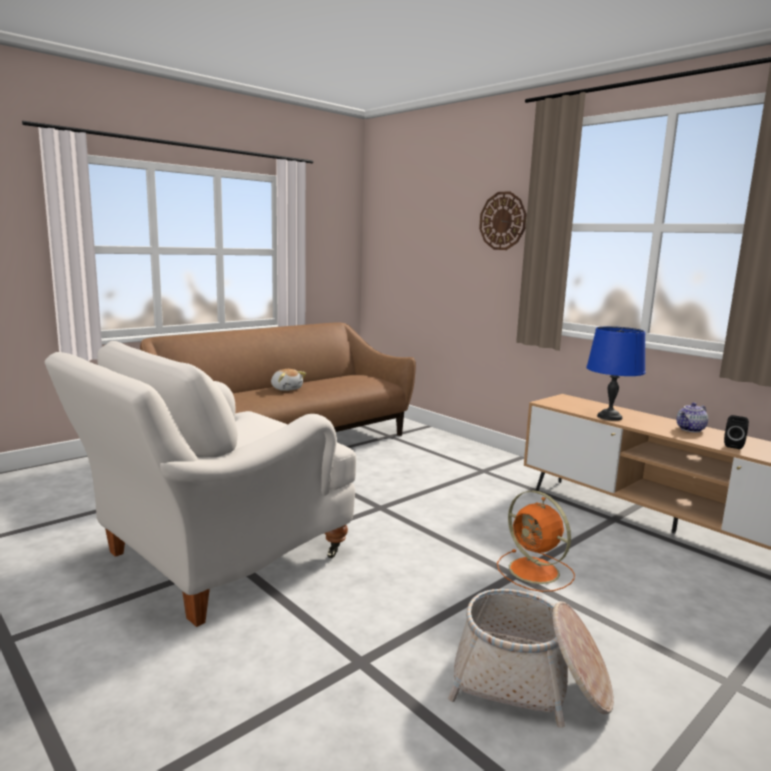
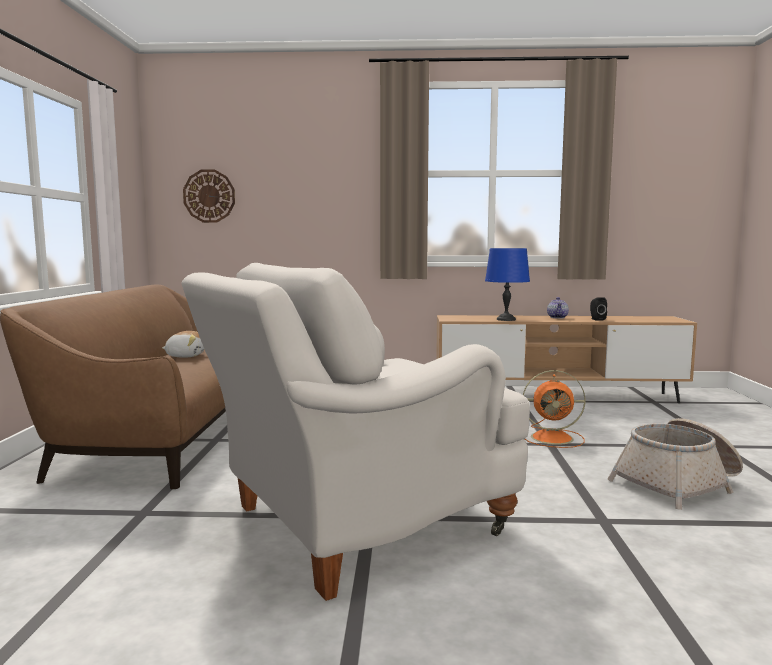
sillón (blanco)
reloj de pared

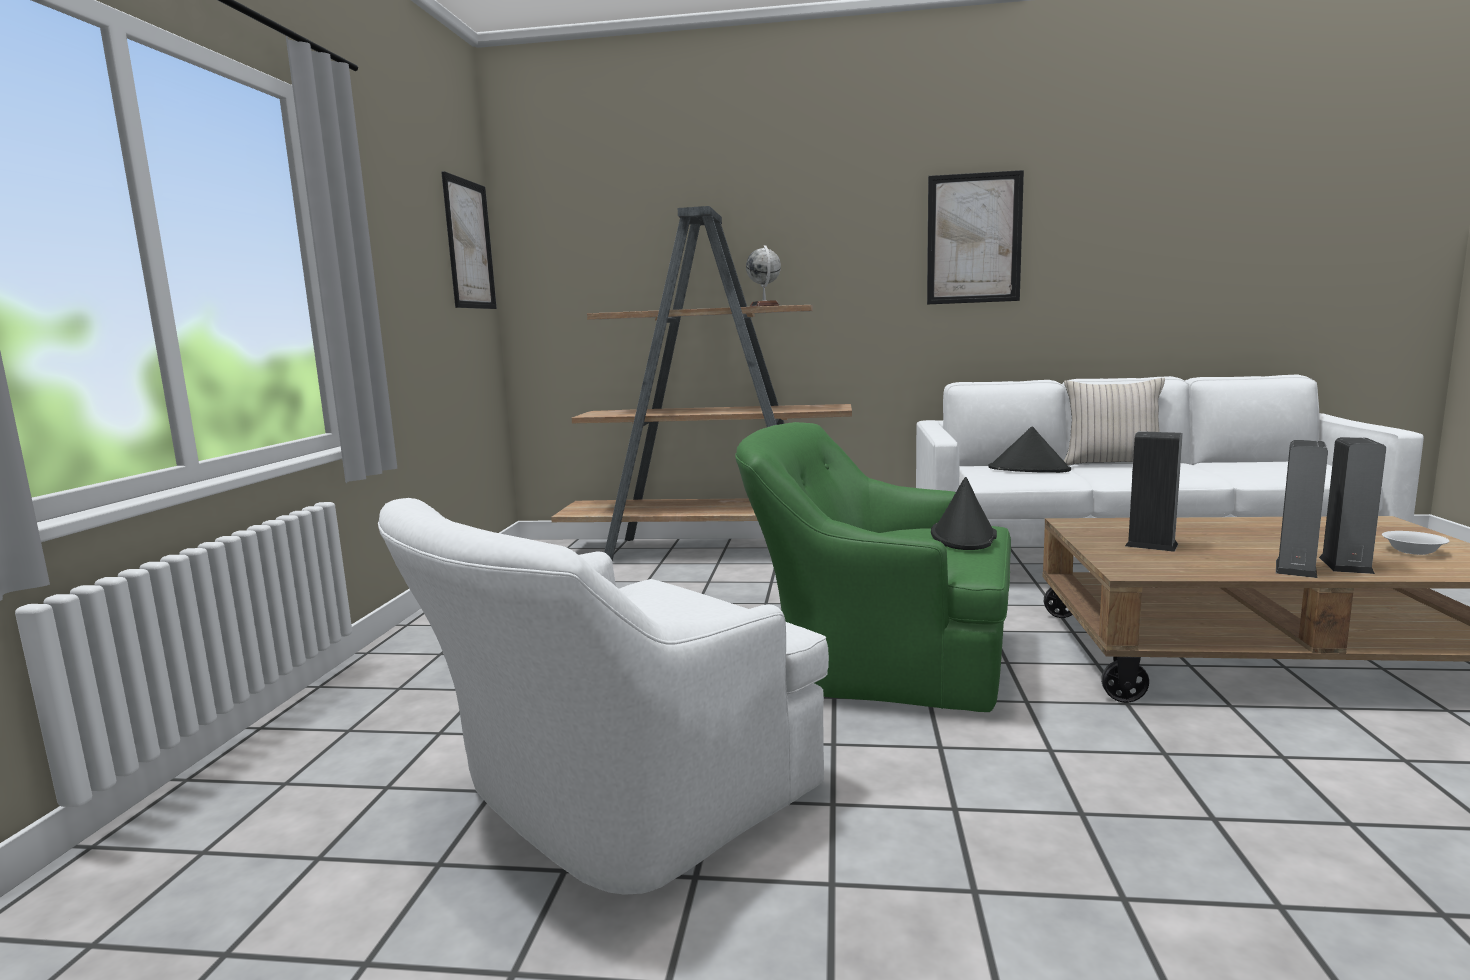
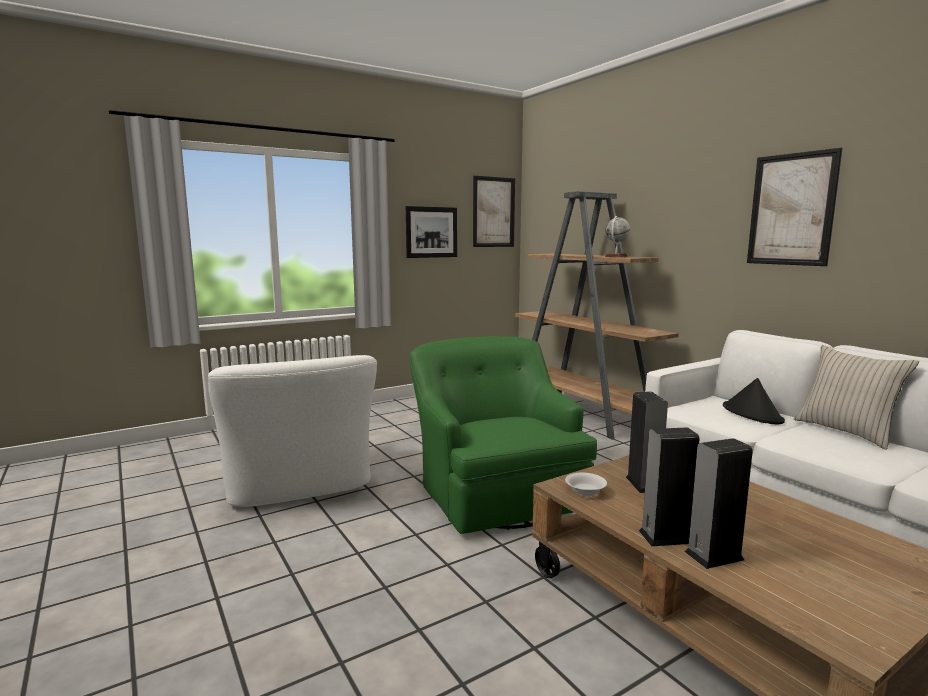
sillón (blanco)
sombrero (negro) (1st from left in the first image)
cuenco (blanco)
cuadro (1st from left)

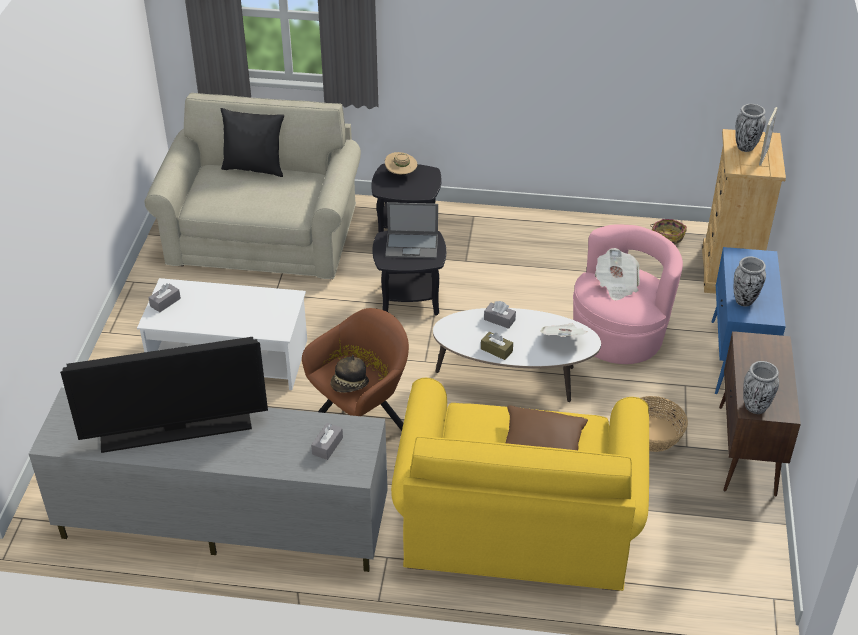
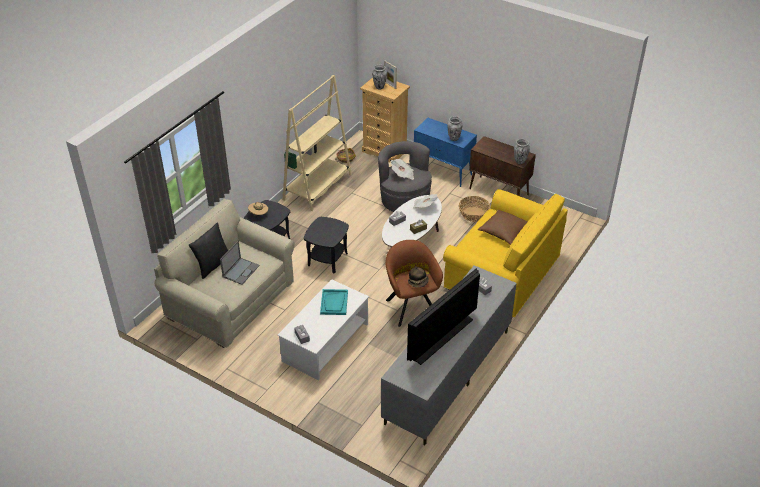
televisor
portátil
sillón (gris)
estantería (beis)
bandeja (turquesa)

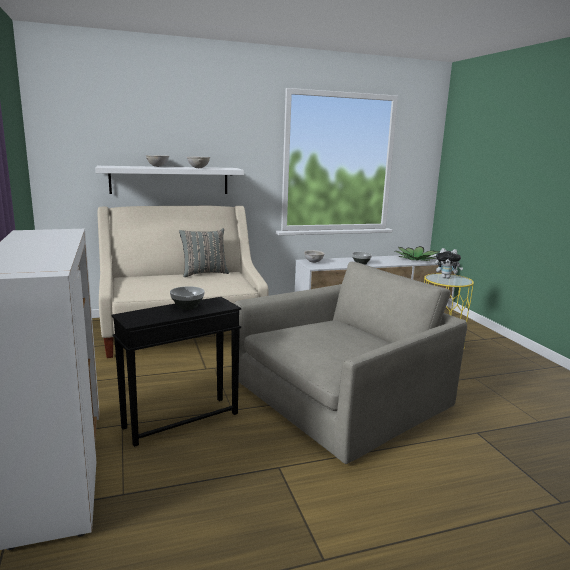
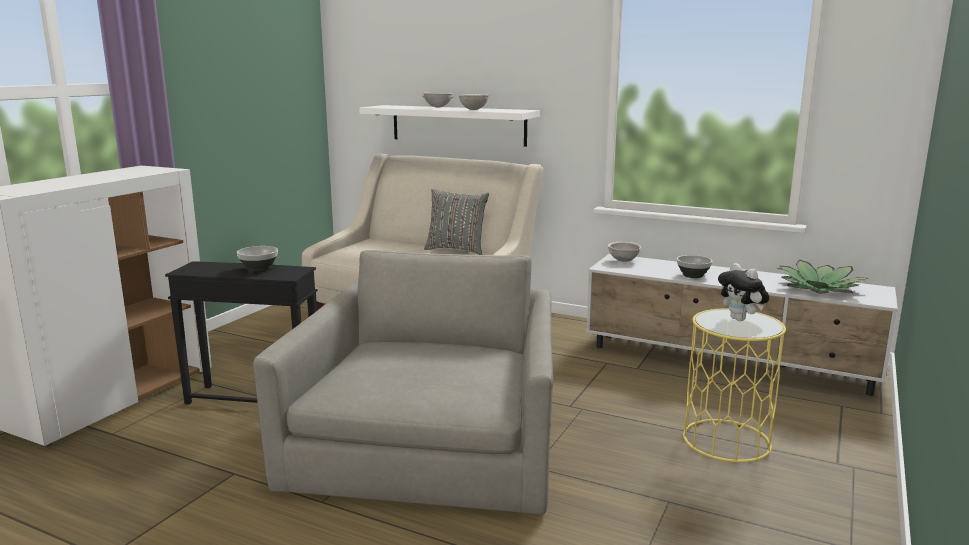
sillón (gris)

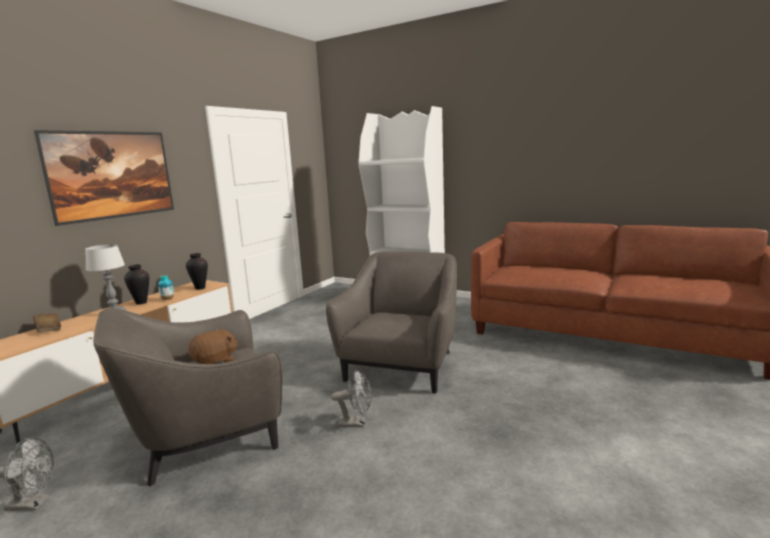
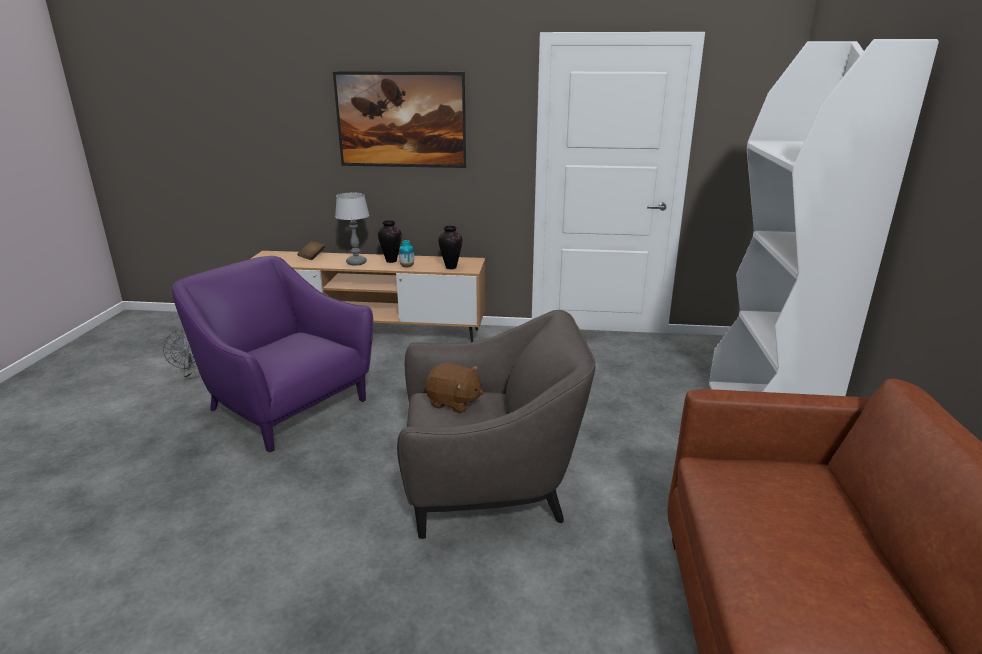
sillón (morado)
peluche (marrón)
ventilador (gris) (2nd from left in the first image)

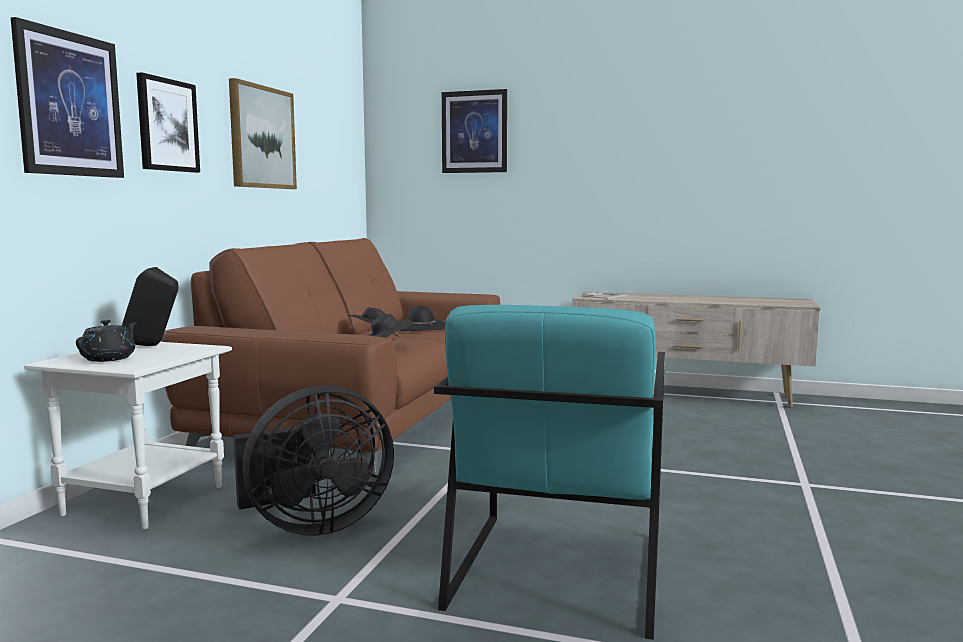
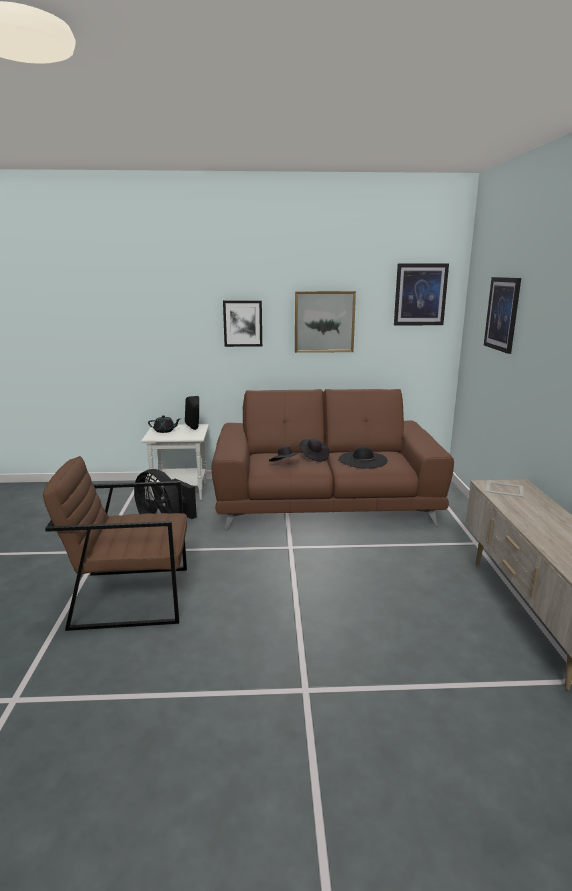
cuadro (3rd from left)
sillón (marrón)

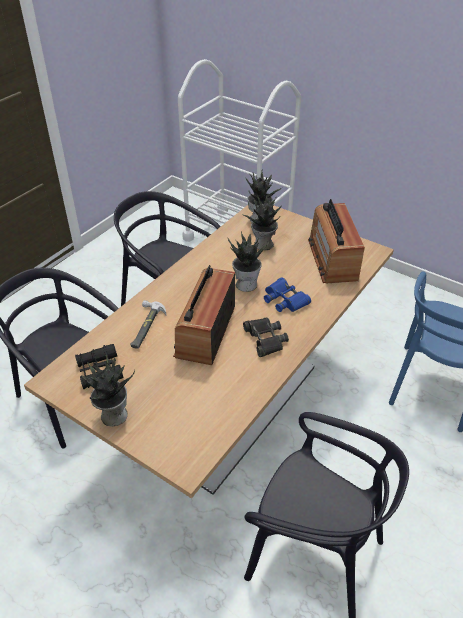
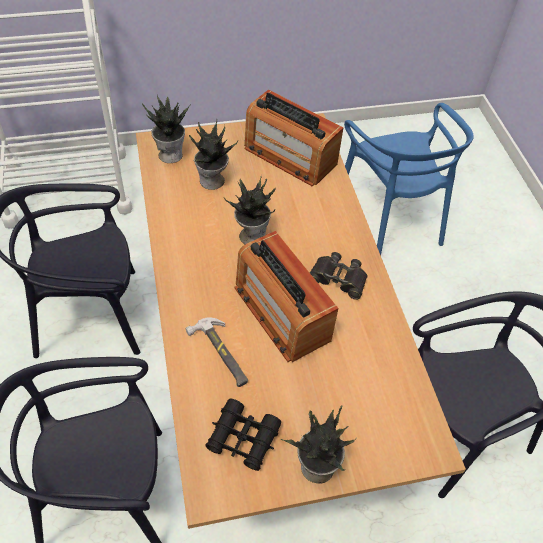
prismáticos (azul)

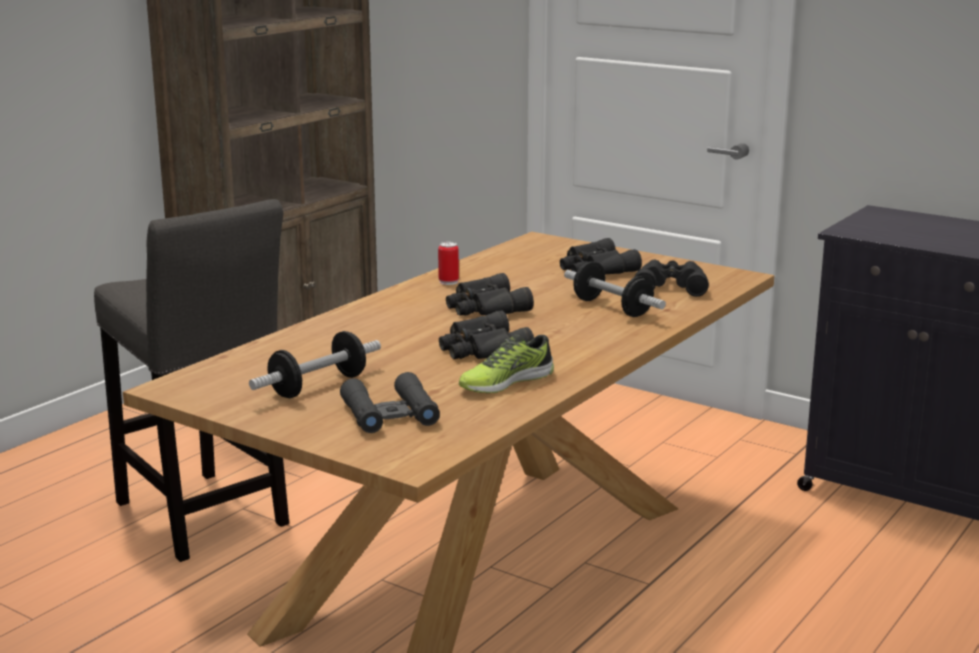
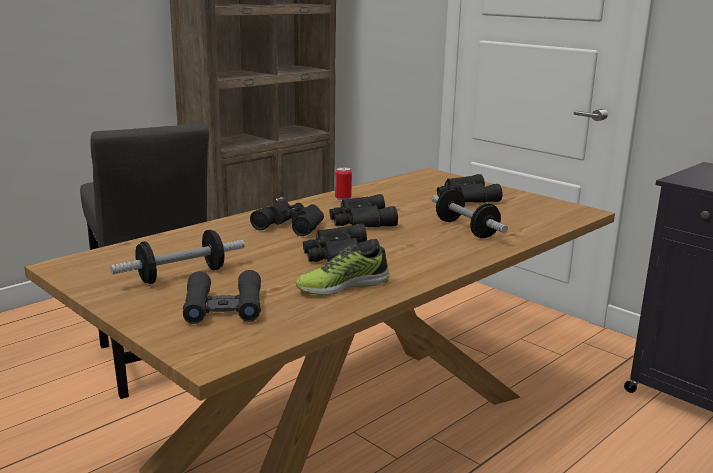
prismáticos (negro) (2nd from left)

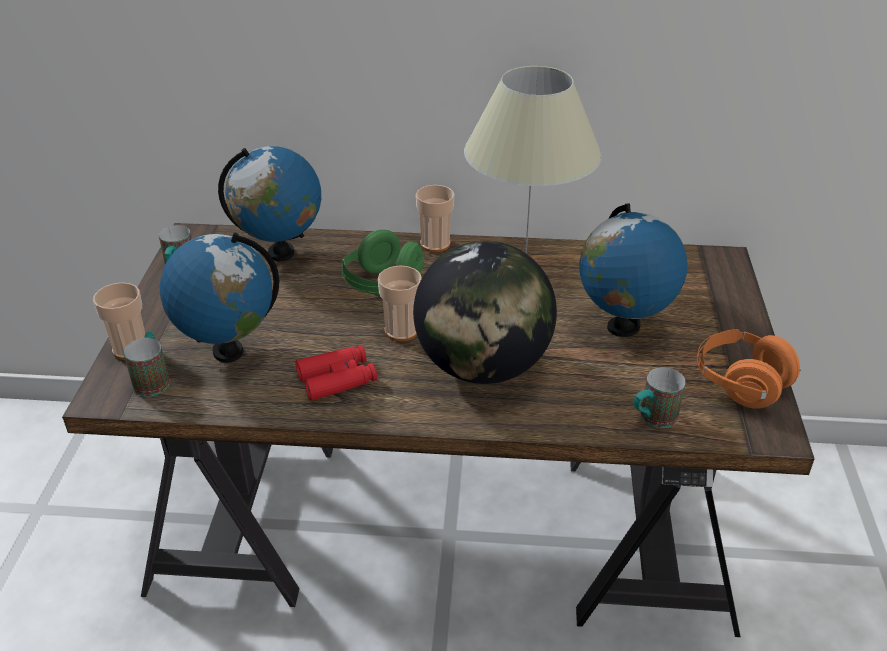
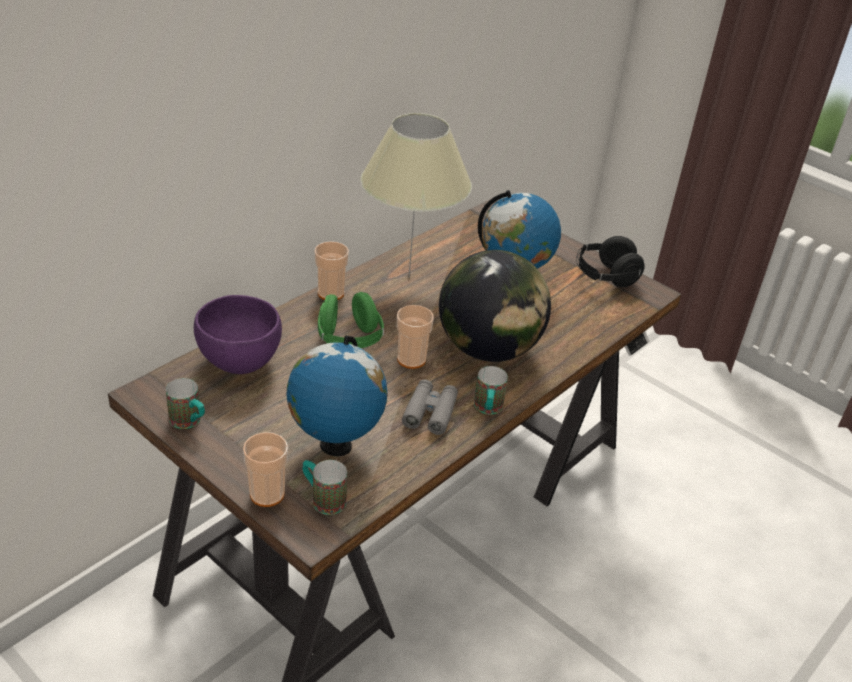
cuenco (morado)
prismáticos (gris)
taza grande (3rd from left)
auriculares (negro)

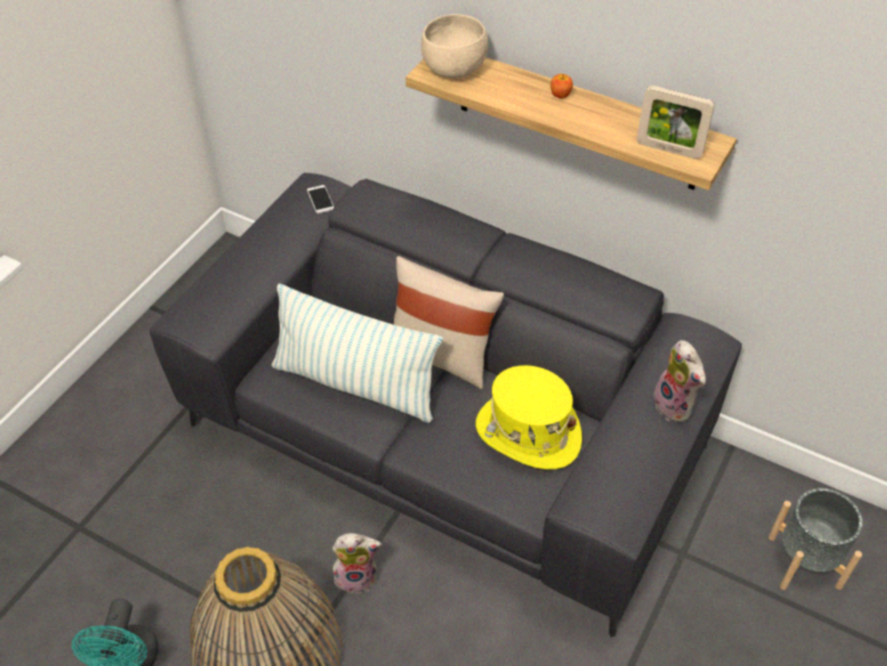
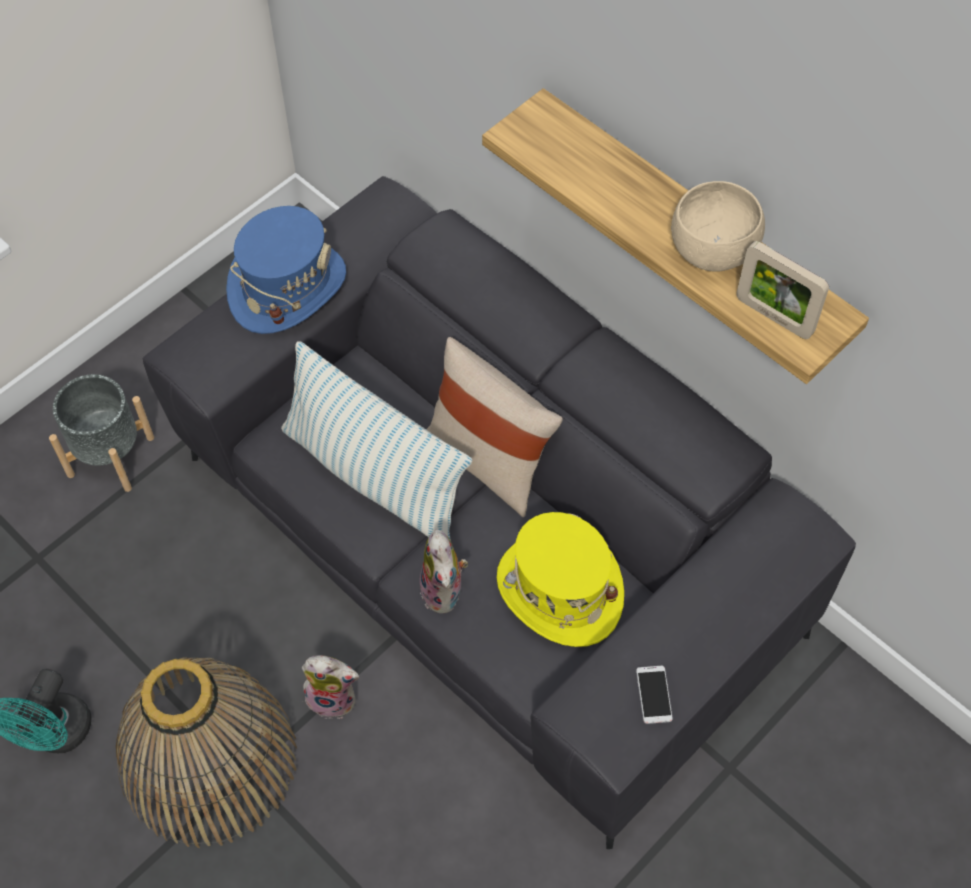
móvil
cuenco (beis)
manzana
peluche (2nd from left)
maceta (gris)
sombrero (azul)

